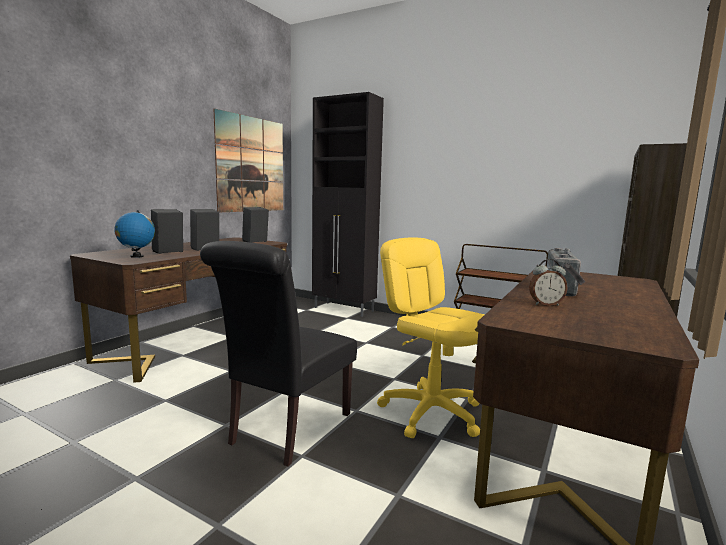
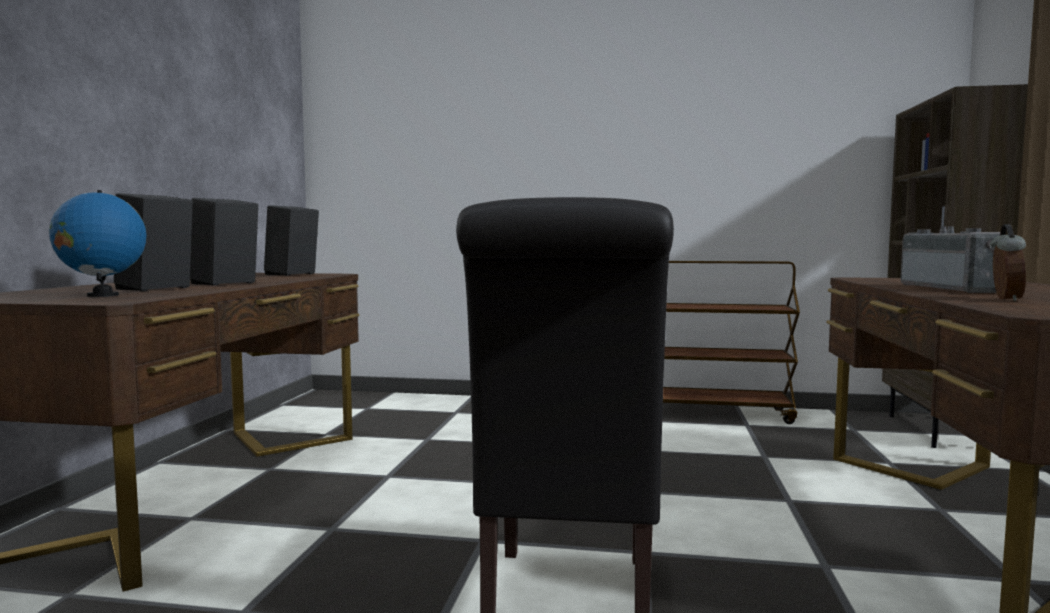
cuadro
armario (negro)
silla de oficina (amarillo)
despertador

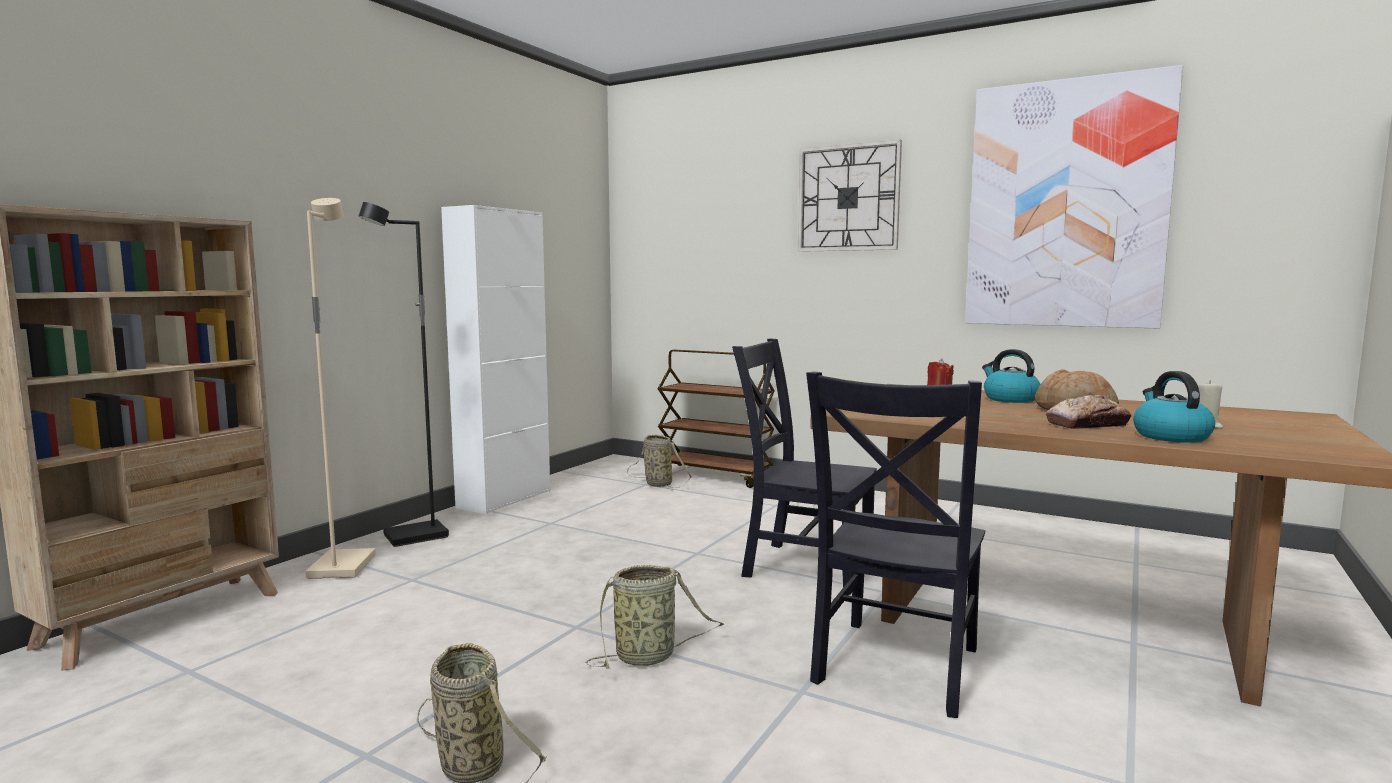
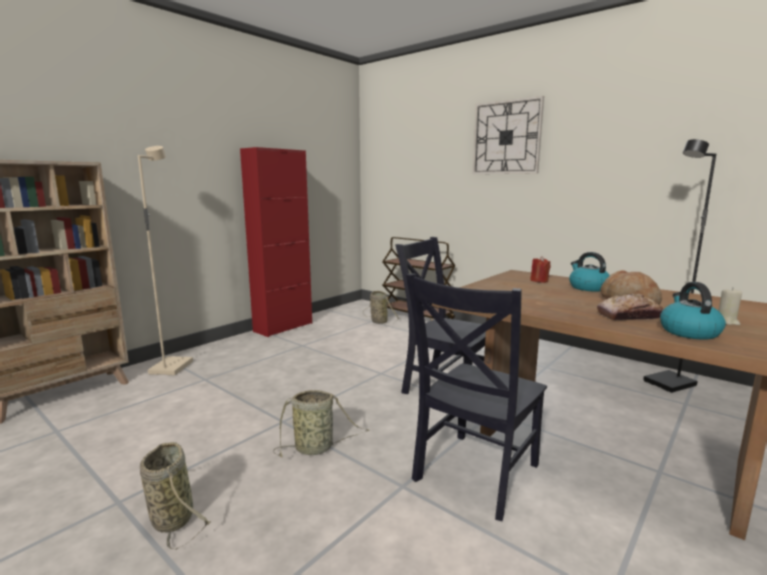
lámpara de pie (negro)
armario (rojo)
cuadro

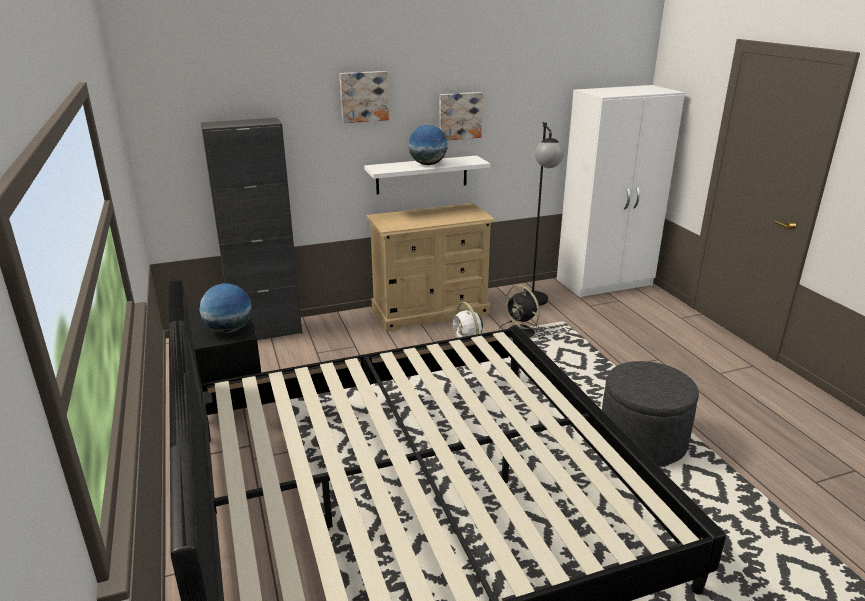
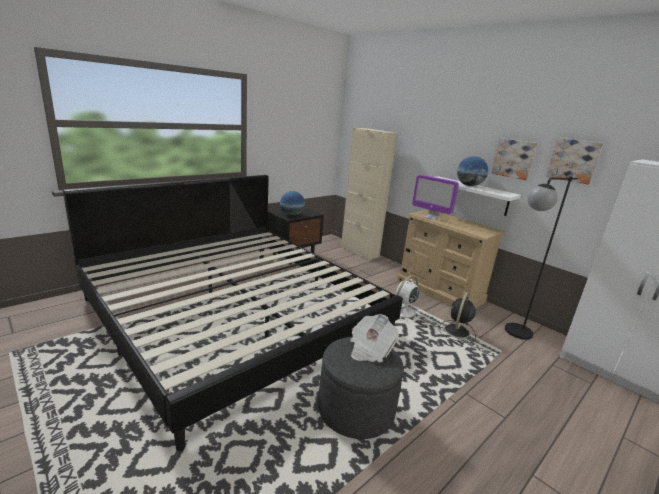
armario (beis)
cuadro (2nd from left)
periódico
monitor

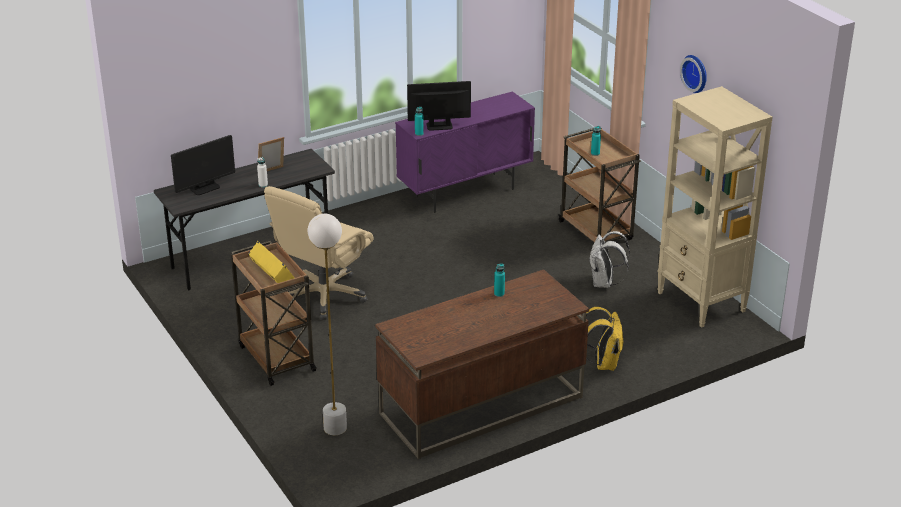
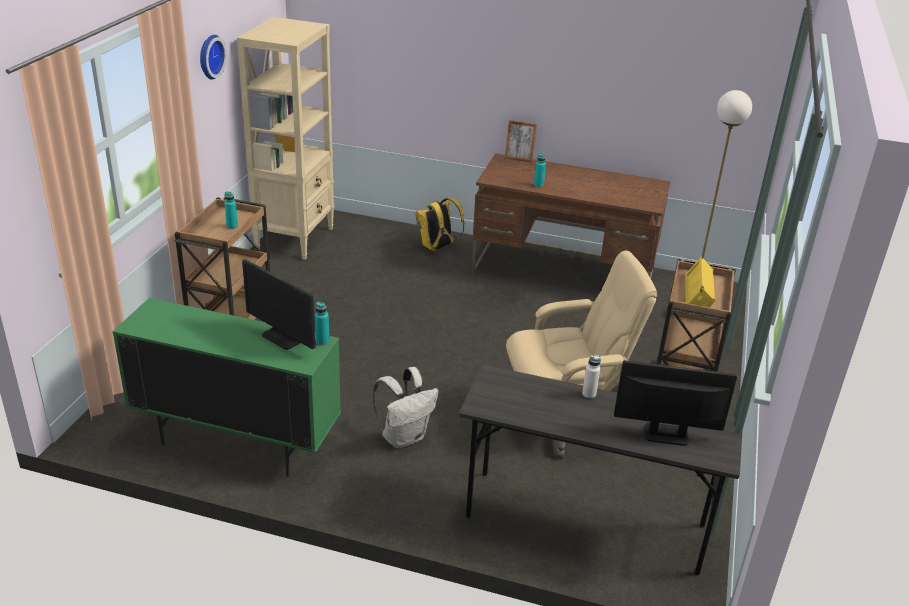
portarretratos
armario (verde)
mochila (blanco)

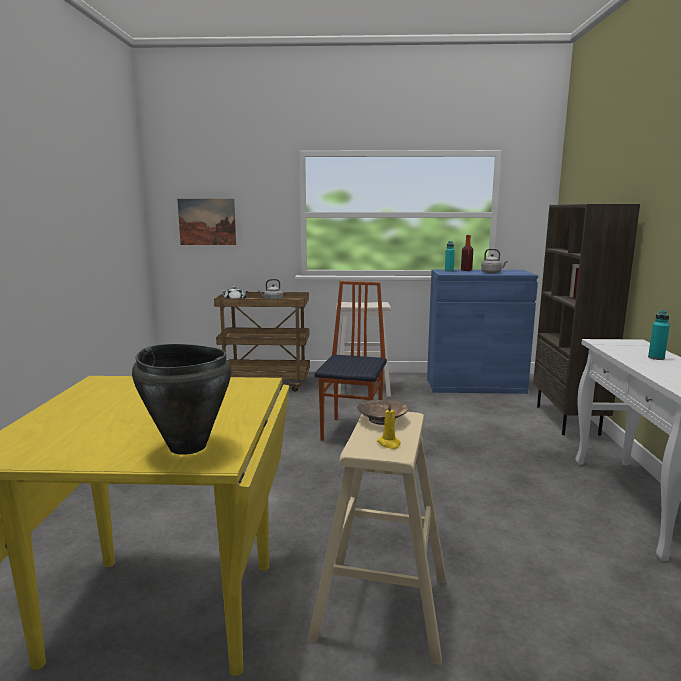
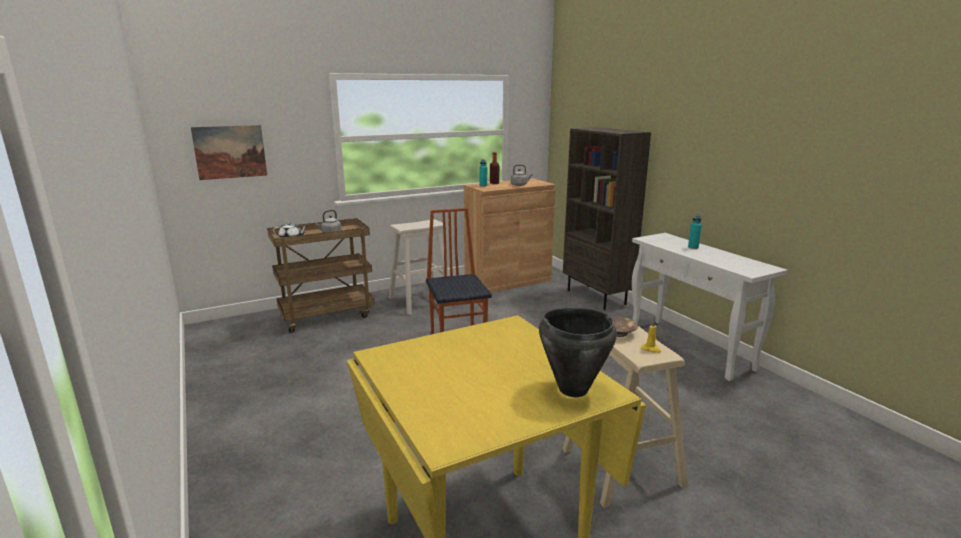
armario (marrón)

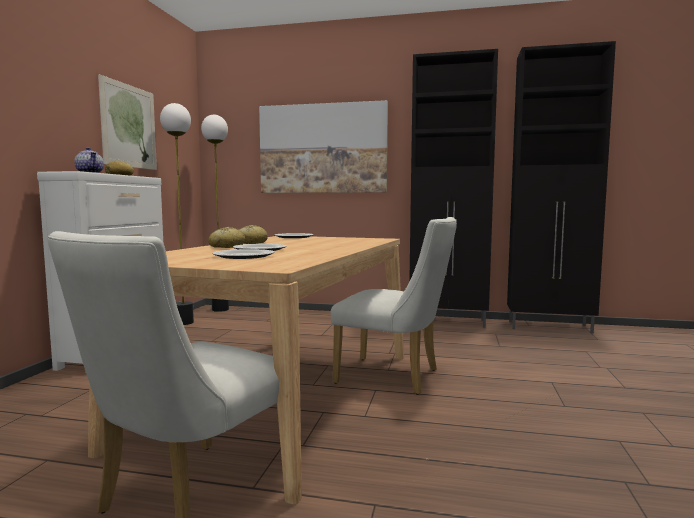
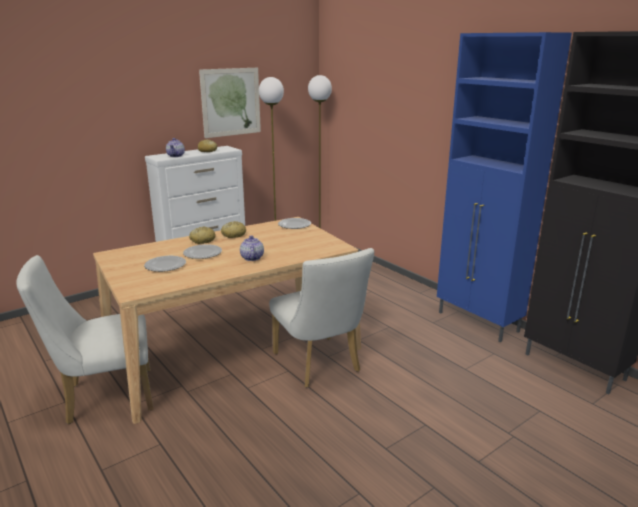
cuadro (2nd from left in the first image)
armario (azul)
tetera (2nd from left)

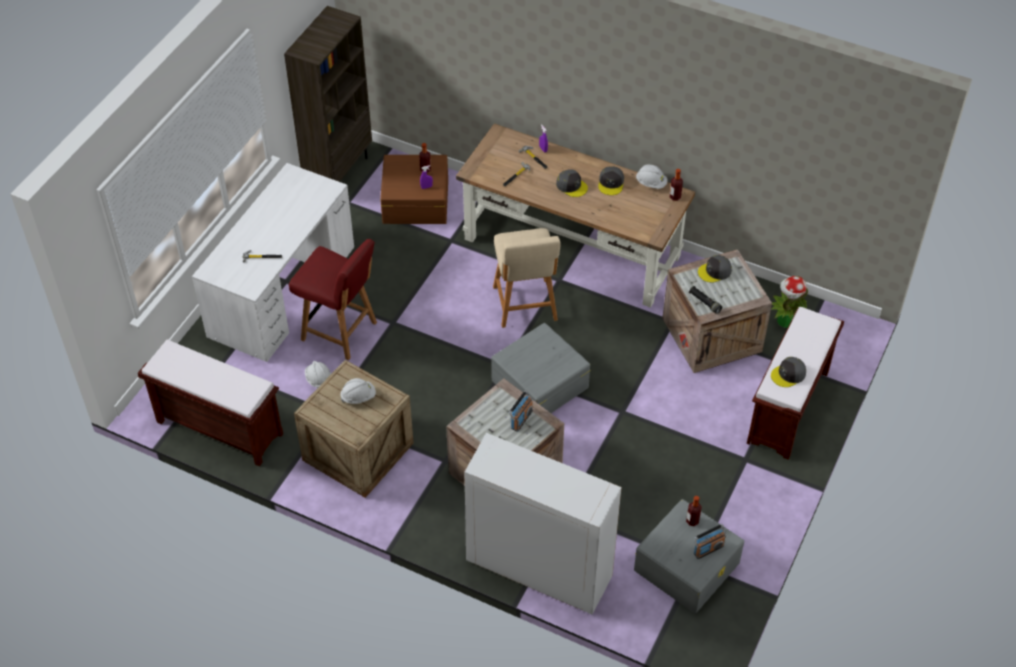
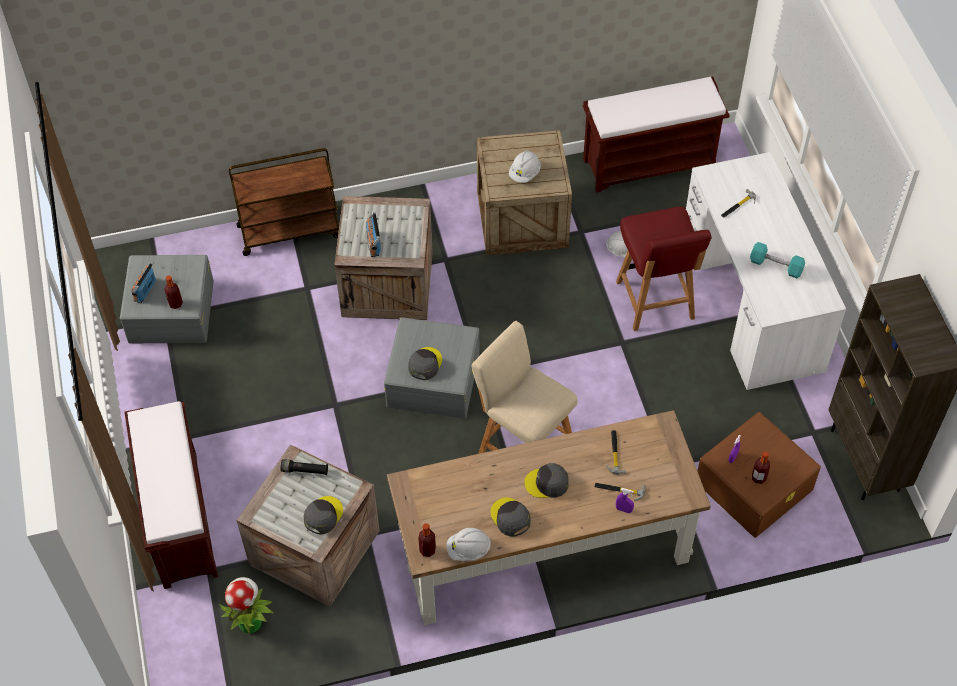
silla (rojo)
carrito (marrón)
gorra (gris) (2nd from left)
mancuerna (turquesa)

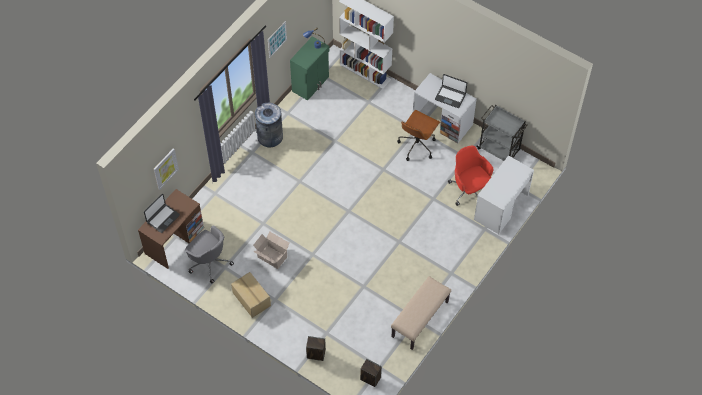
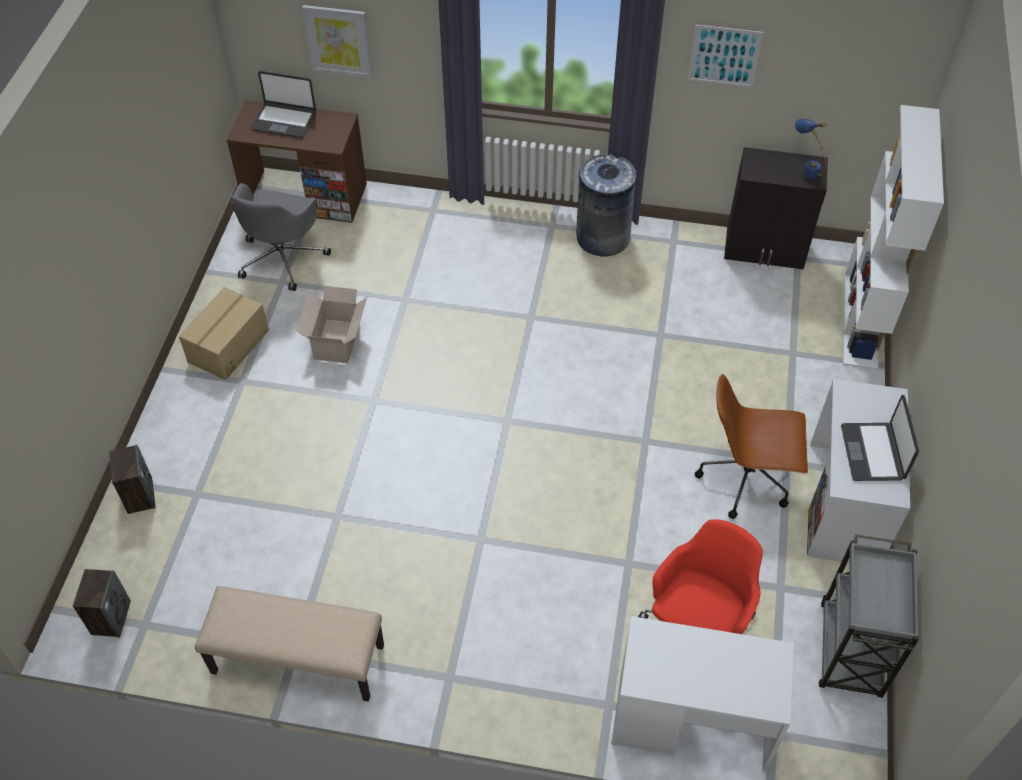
armario (negro)

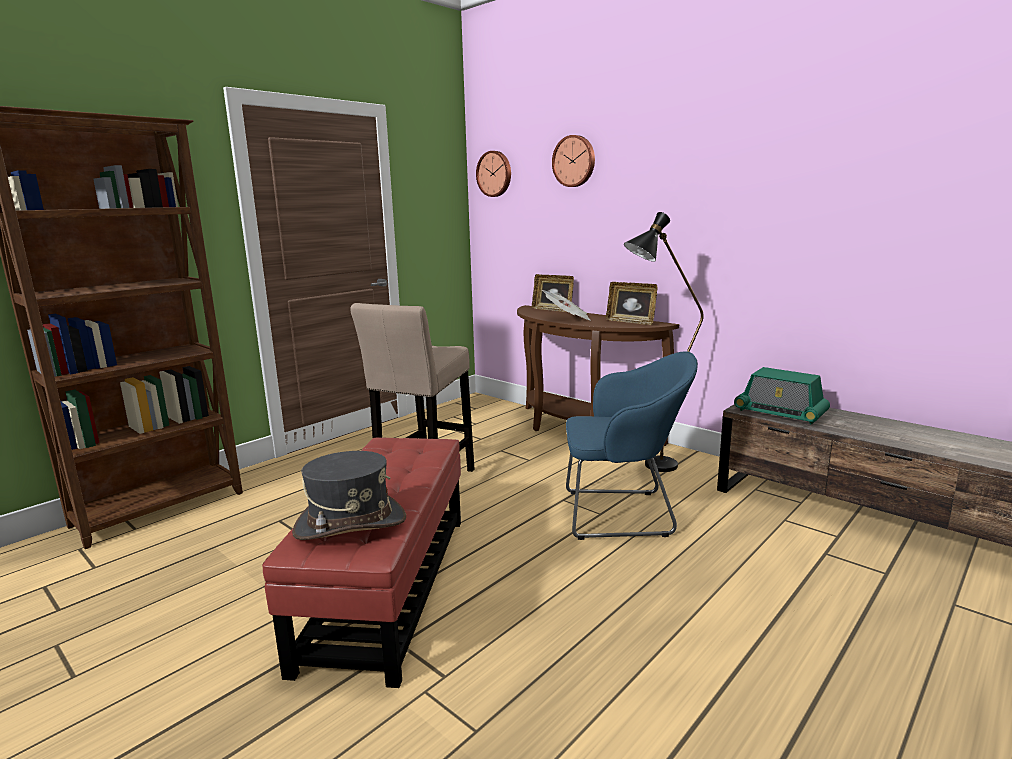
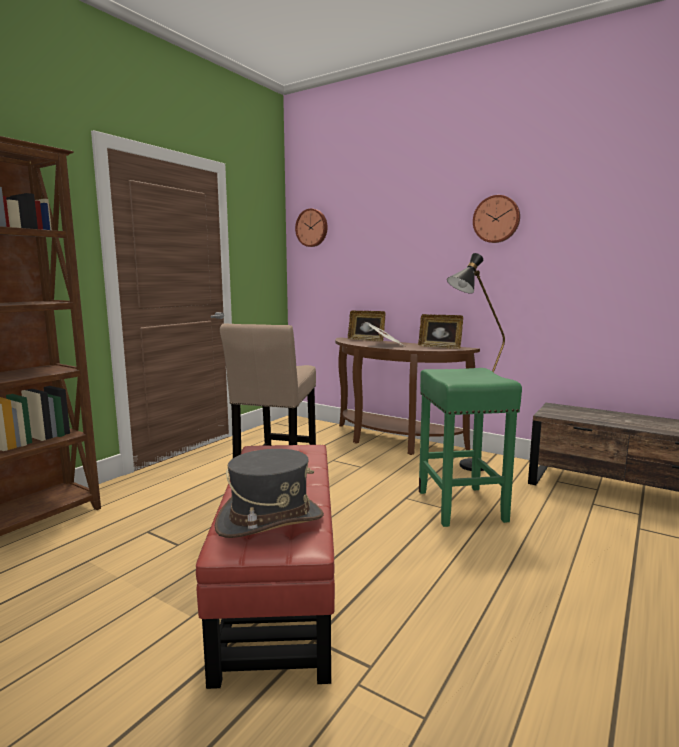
reloj de pared (2nd from left)
taburete (verde)
radio

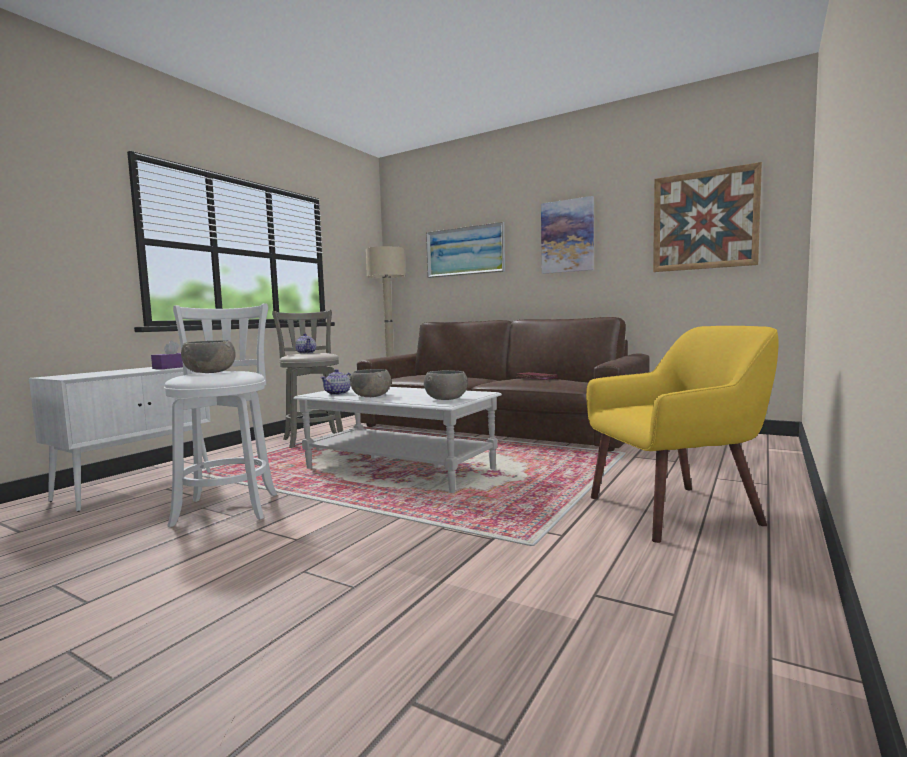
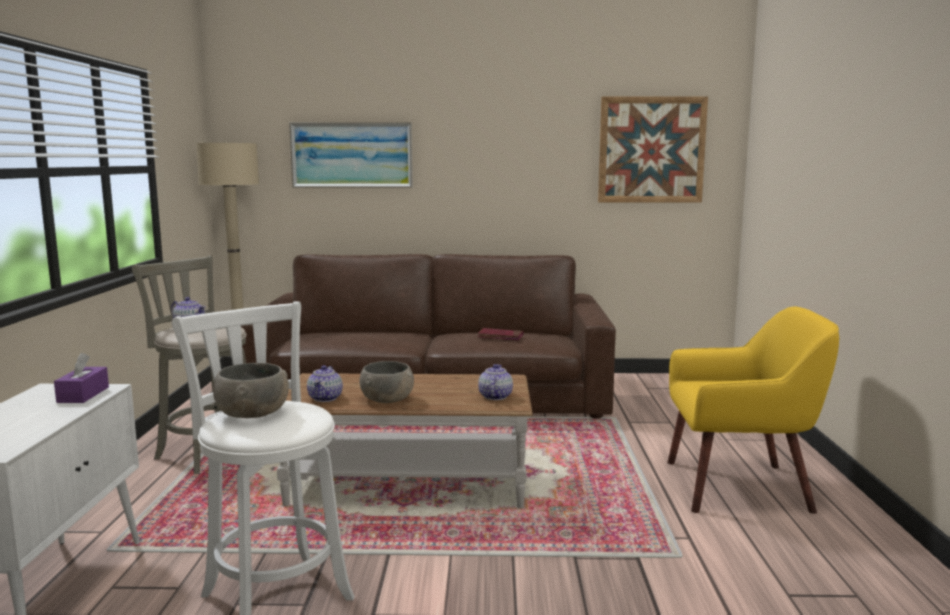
mesa de centro (marrón)
tetera (3rd from left)
cuadro (2nd from left in the first image)
sillón (amarillo)

